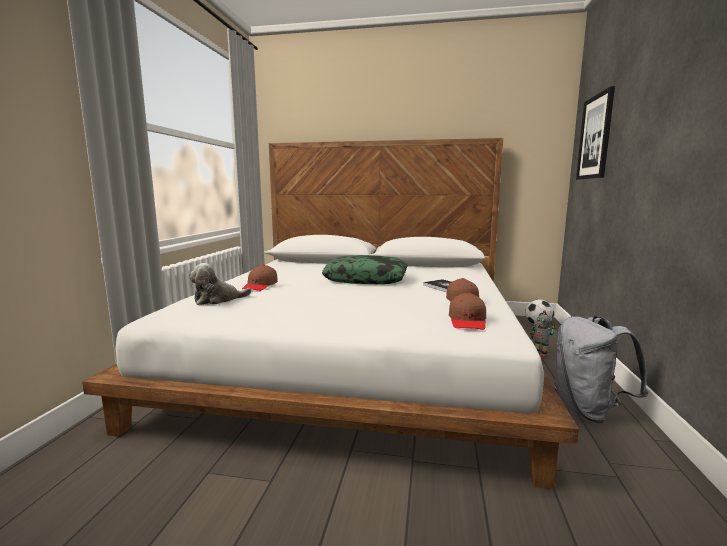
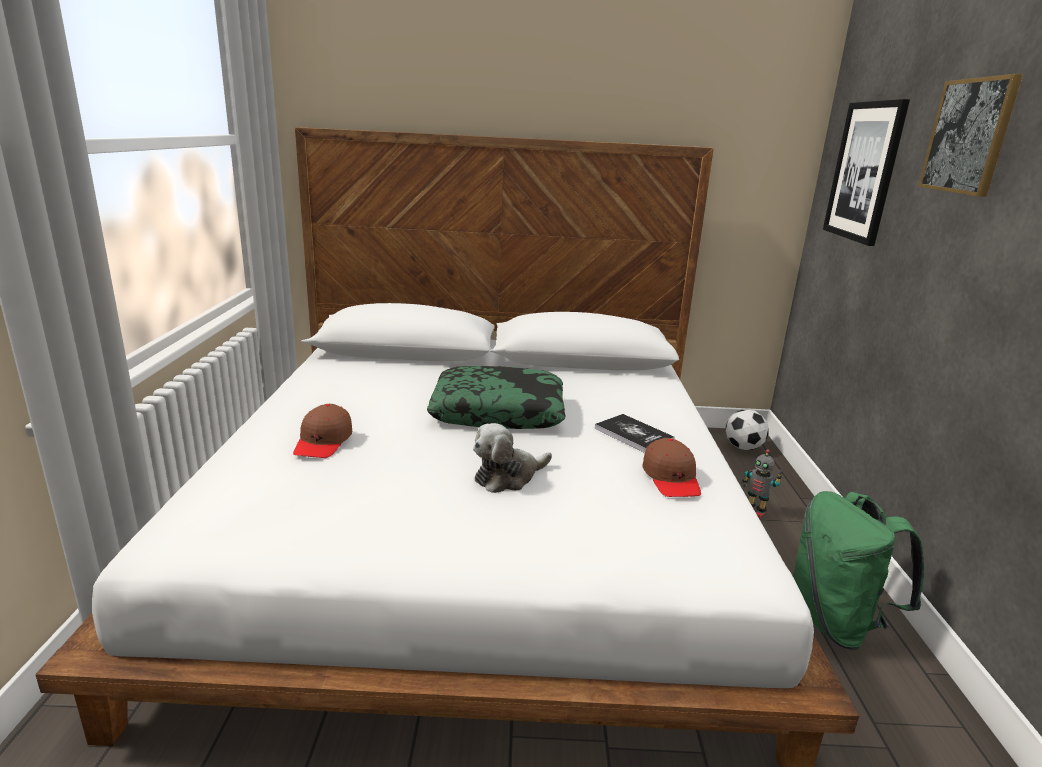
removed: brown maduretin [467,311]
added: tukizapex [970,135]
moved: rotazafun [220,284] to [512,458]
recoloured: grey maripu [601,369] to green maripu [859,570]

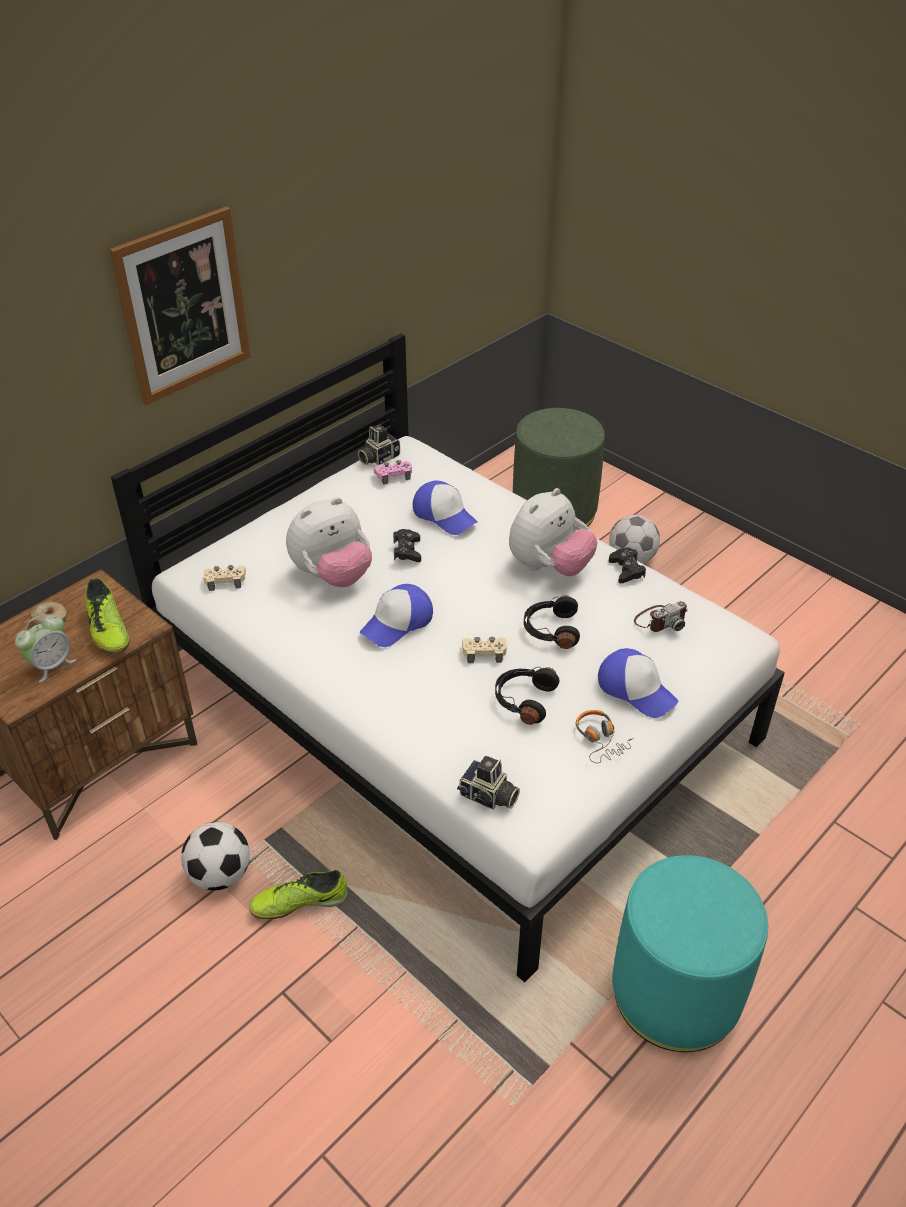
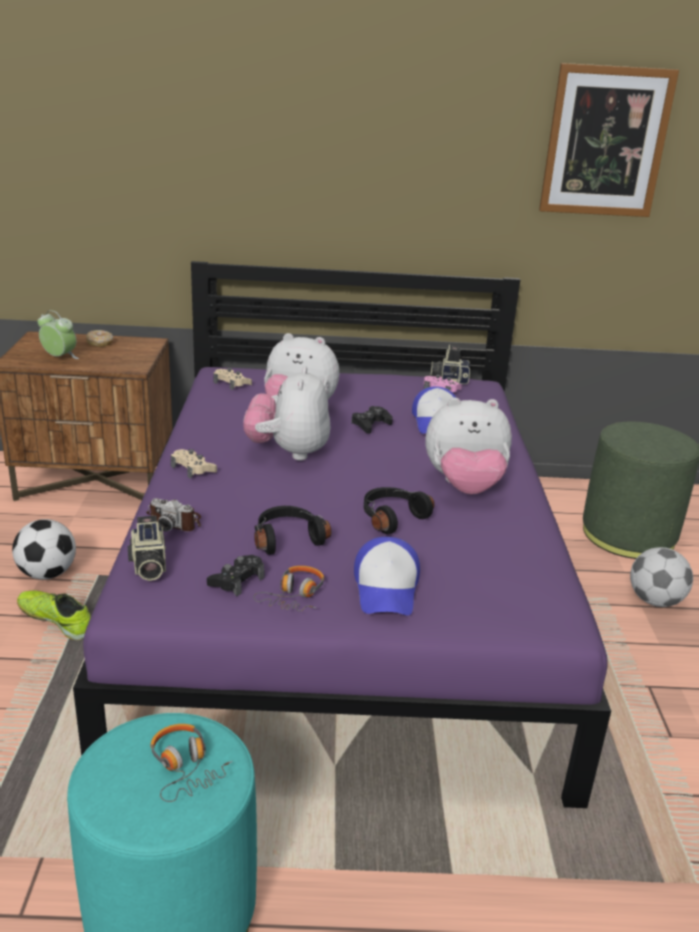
removed: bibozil [107,616]
added: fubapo [191,763]
moved: tukizapex [180,305] to [609,140]; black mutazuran [627,565] to [236,576]; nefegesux [660,616] to [173,514]; beige mutazuran [484,650] to [194,464]
replaced: maduretin [396,615] to rotazafun [286,413]
recoloured: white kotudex [448,657] to purple kotudex [342,534]
turned: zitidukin [45,649] = [58,334] 150 degrees counterclockwise

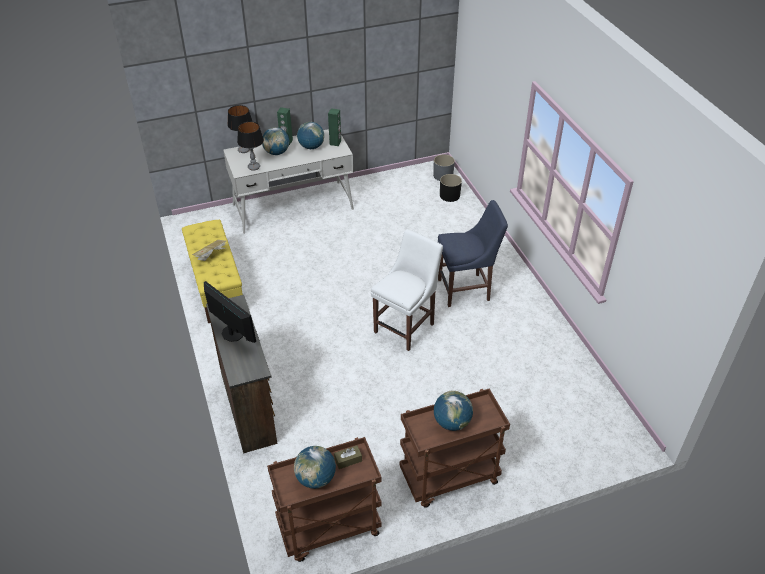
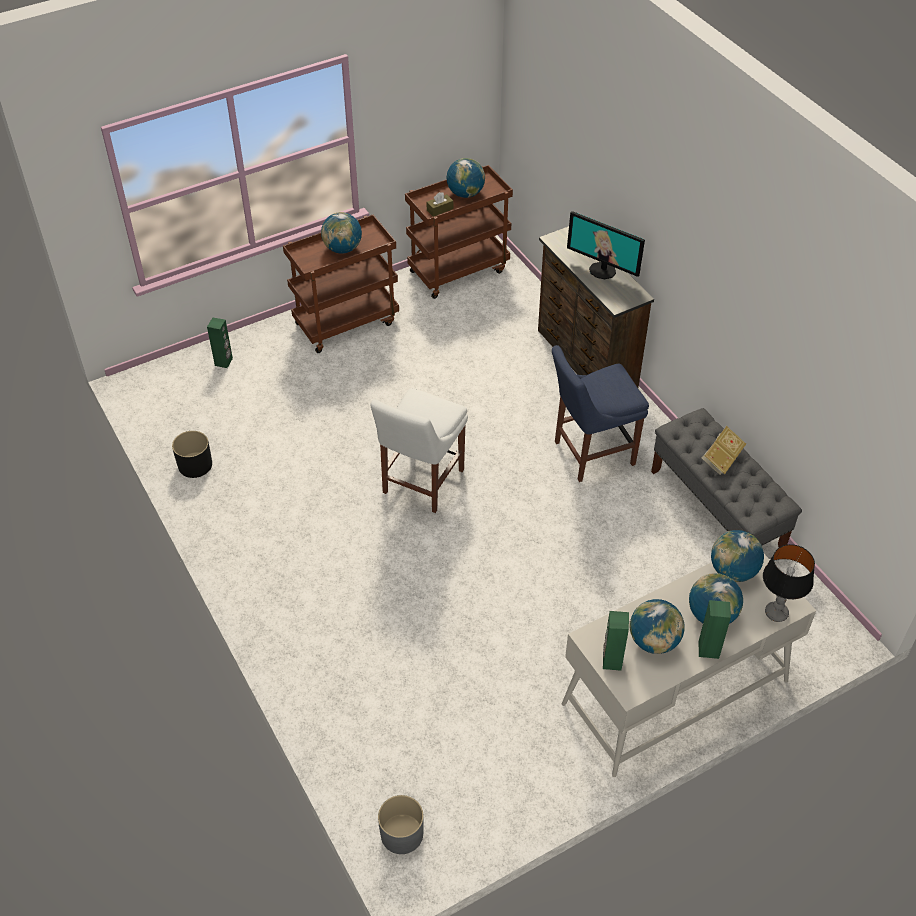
added: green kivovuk [220,343]
moved: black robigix [451,188] to [192,454]; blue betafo [473,253] to [600,413]
replaced: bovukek [250,146] to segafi [737,556]
recoloured: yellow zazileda [212,271] to grey zazileda [726,477]

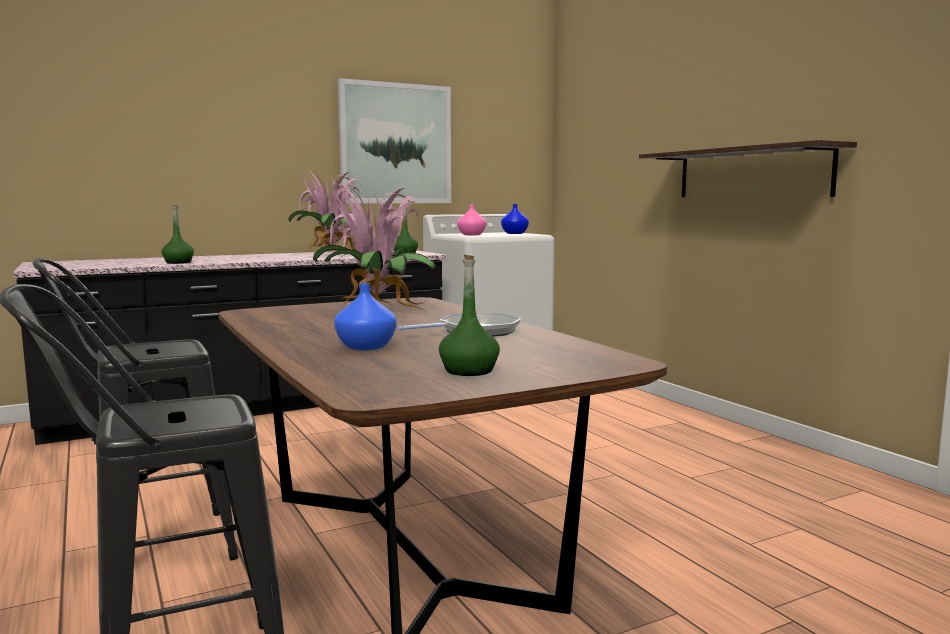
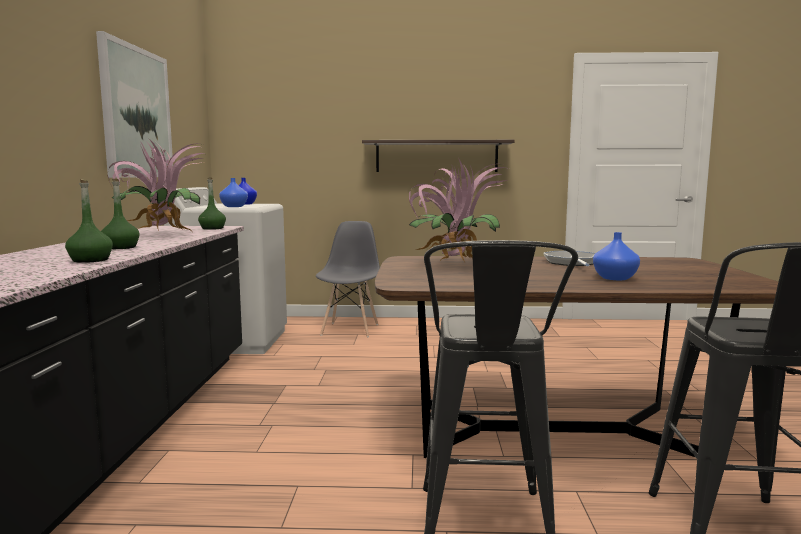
added: grey betafo [348,279]
moved: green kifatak [469,315] to [120,214]
recoloured: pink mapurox [471,219] to blue mapurox [233,192]

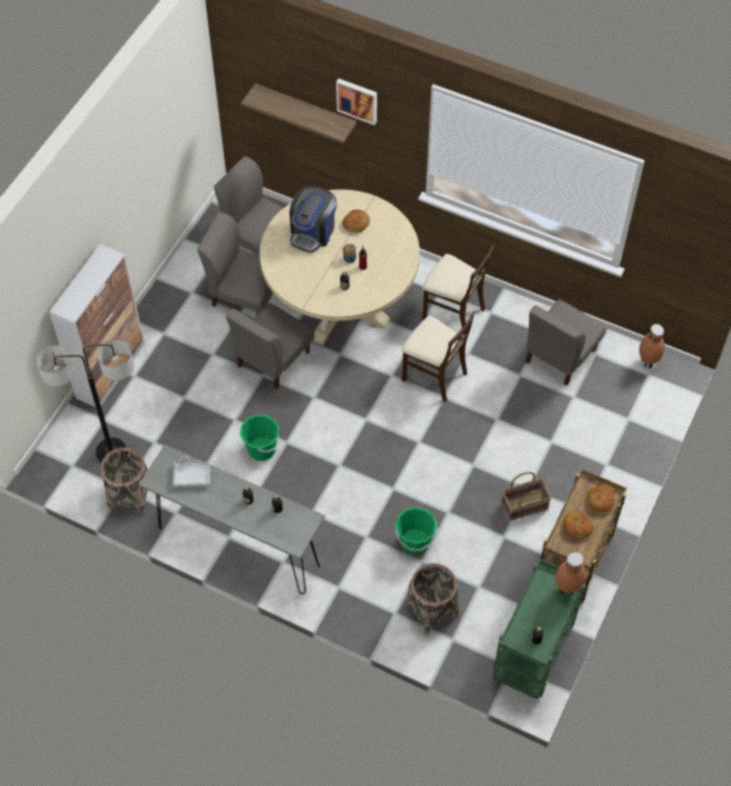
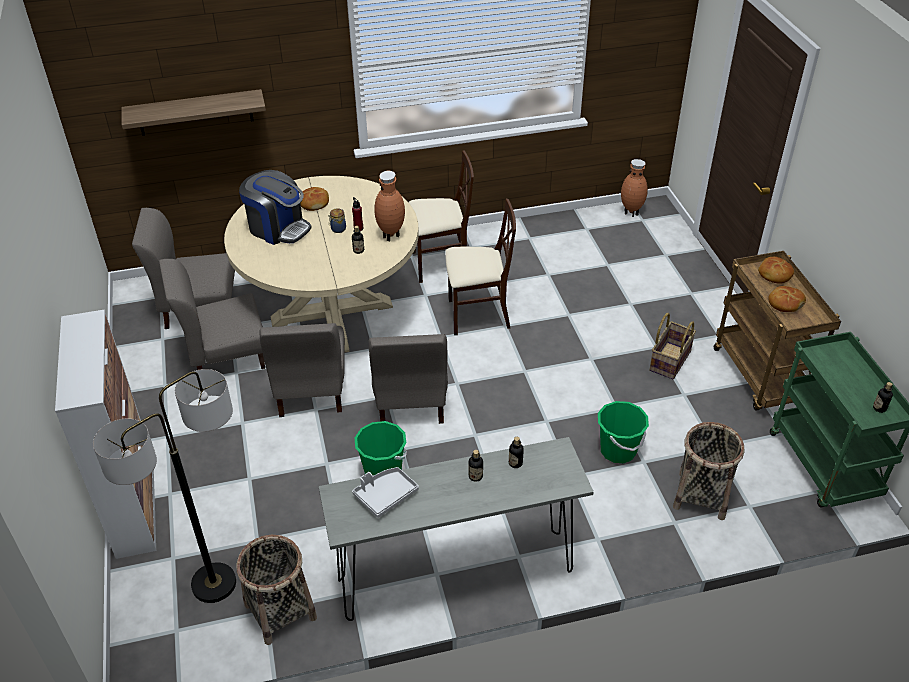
removed: tukizapex [356,101]
moved: grey betafo [565,342] to [408,379]; brown mapurox [571,573] to [389,206]
turned: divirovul [313,219] = [275,207] 45 degrees counterclockwise

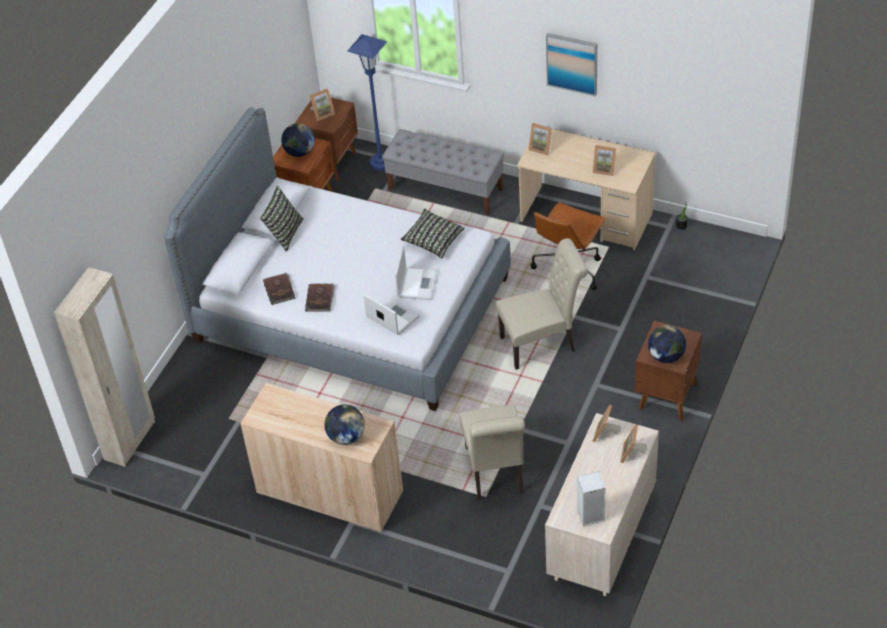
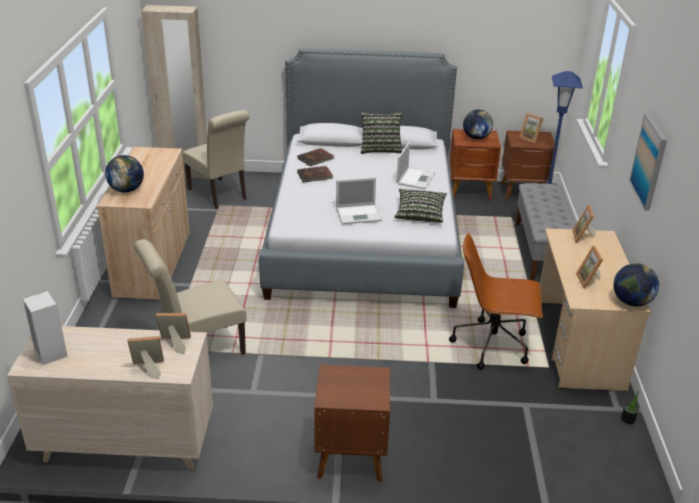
moved: beige betafo [542,304] to [216,159]; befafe [391,314] to [415,165]; segafi [667,344] to [636,284]

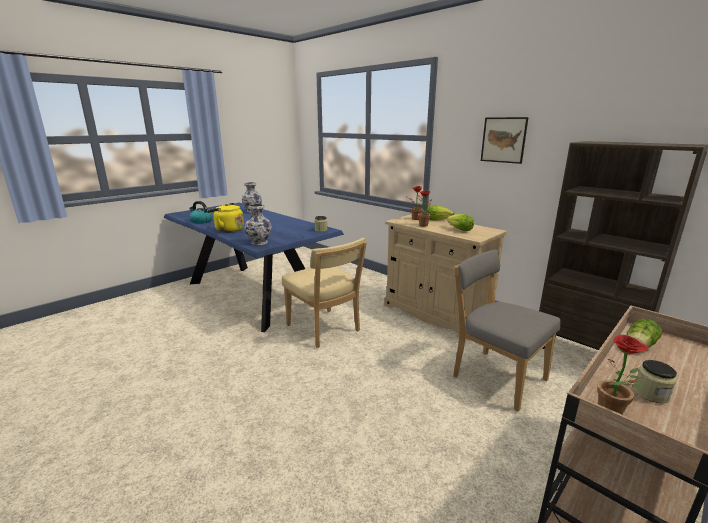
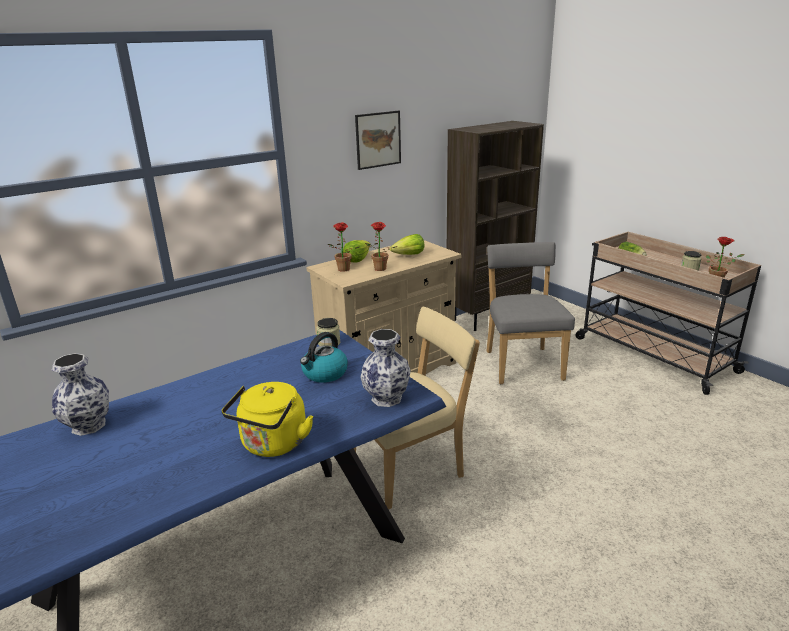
moved: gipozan [201,212] to [324,357]
turned: grey betafo [507,330] = [531,313] 120 degrees clockwise

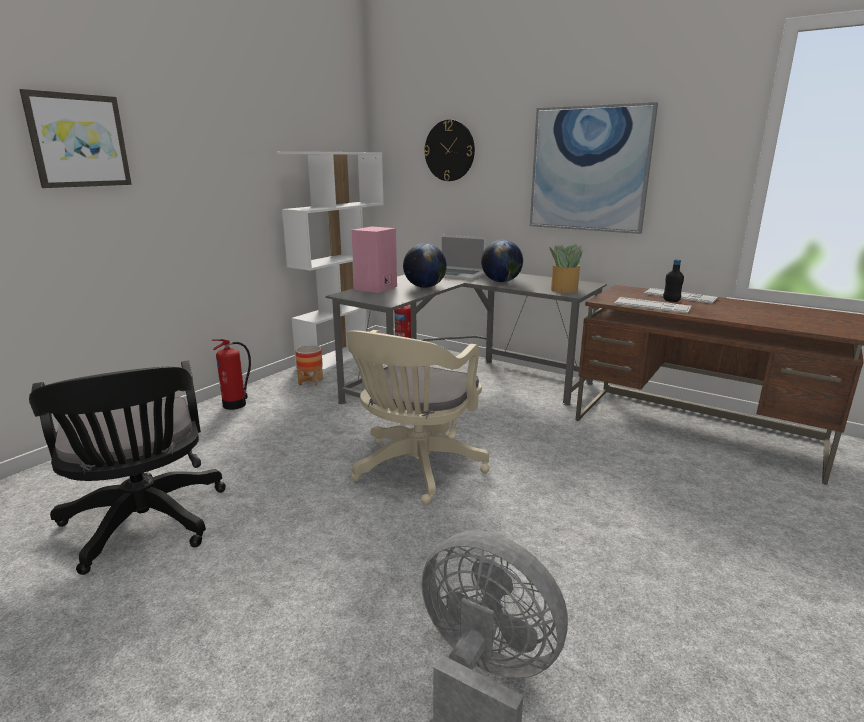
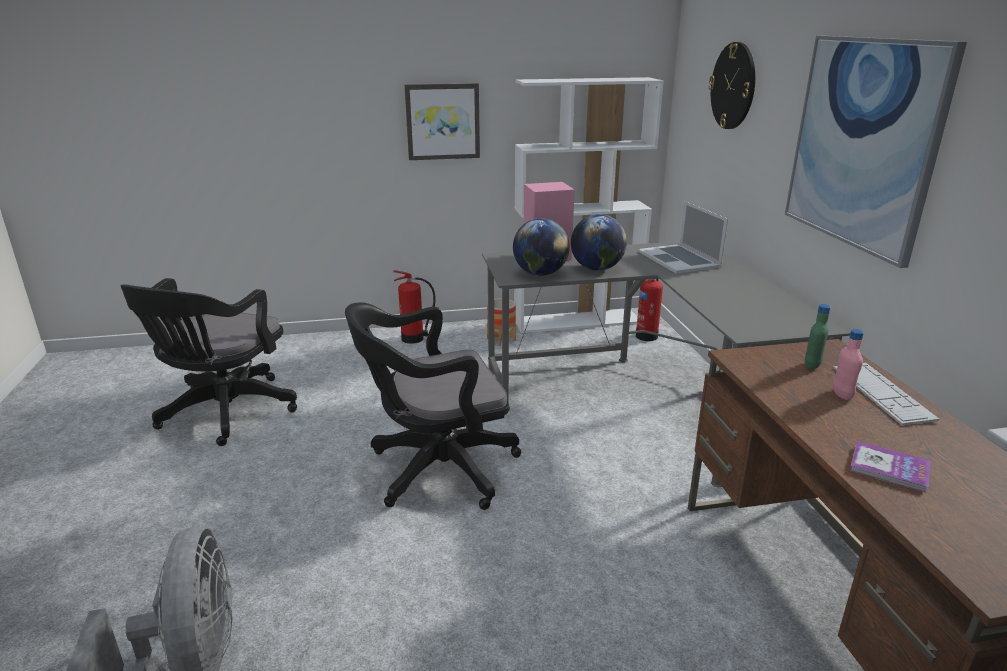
removed: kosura [566,268]; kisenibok [653,305]
added: green kifatak [818,337]; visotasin [890,467]
moved: tukizapex [75,138] to [442,121]; segafi [502,261] to [541,247]
recoloured: black kifatak [673,280] to pink kifatak [848,364]; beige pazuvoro [417,417] to black pazuvoro [433,406]

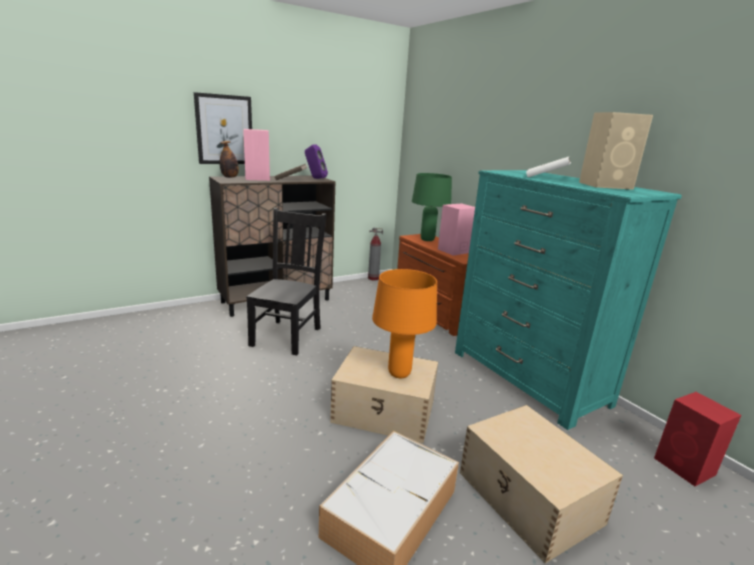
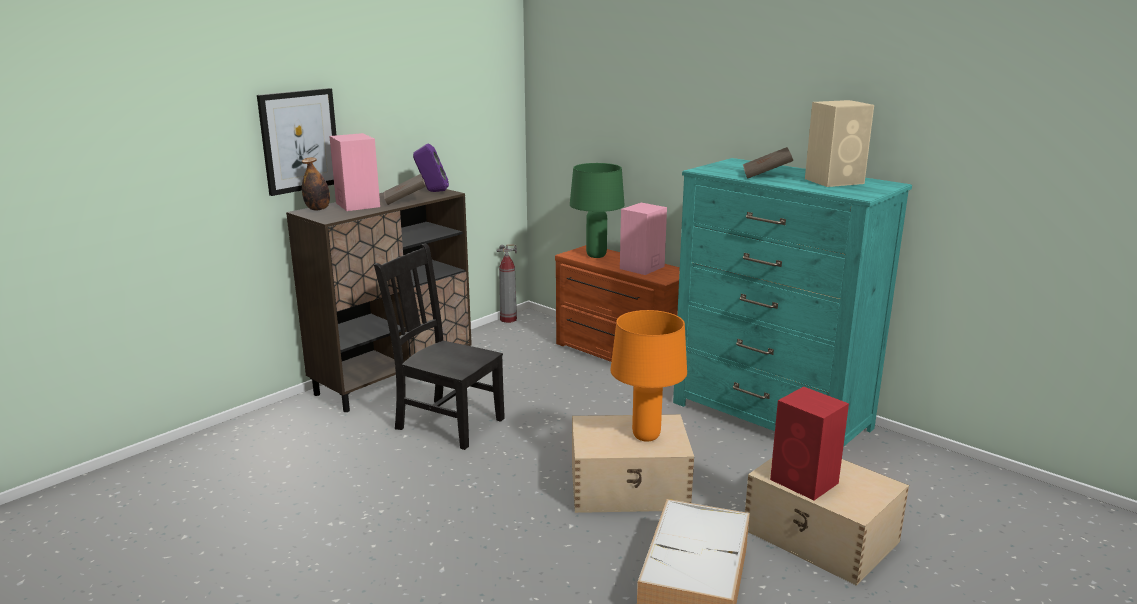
moved: red kivovuk [697,439] to [809,443]
recoloured: white visotasin [548,166] to brown visotasin [768,163]
turned: black betafo [286,281] = [439,347] 60 degrees counterclockwise

